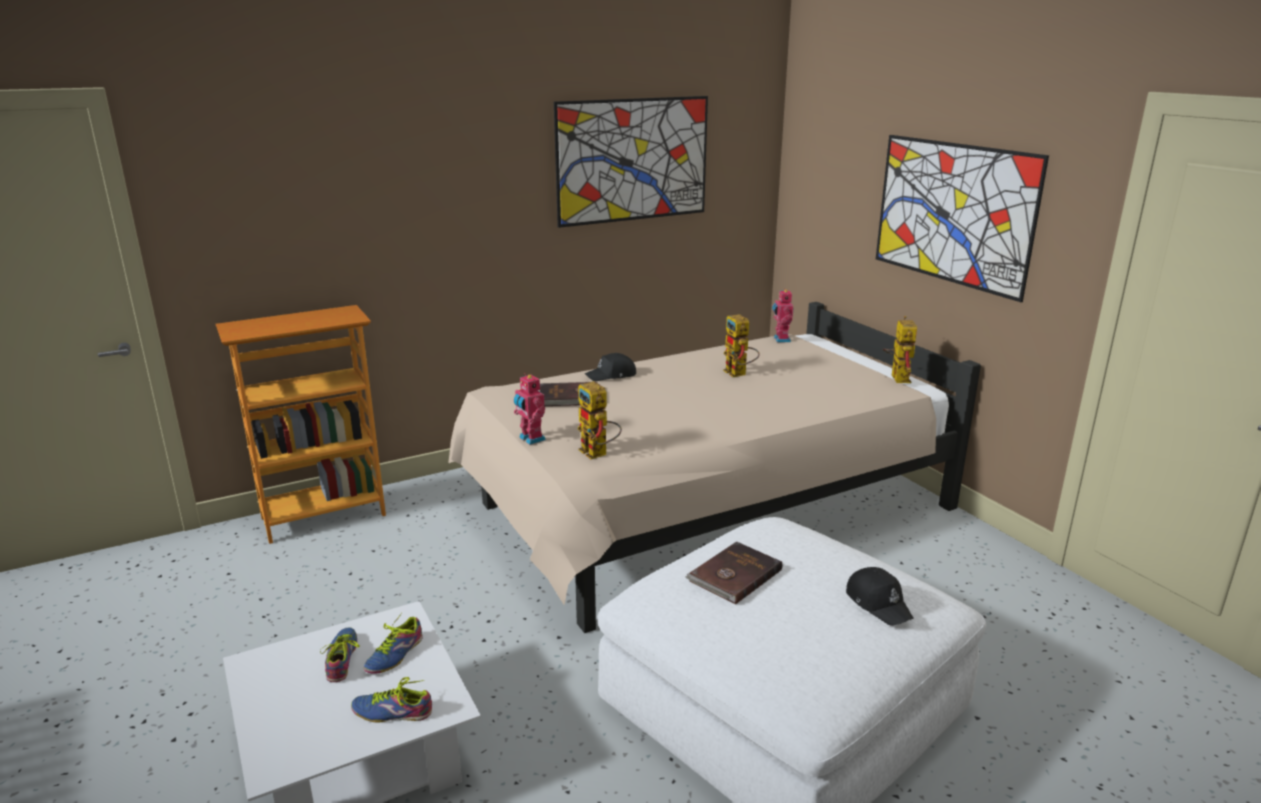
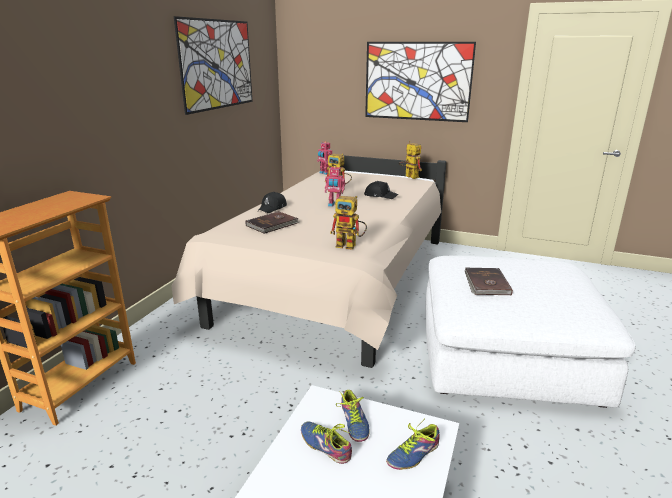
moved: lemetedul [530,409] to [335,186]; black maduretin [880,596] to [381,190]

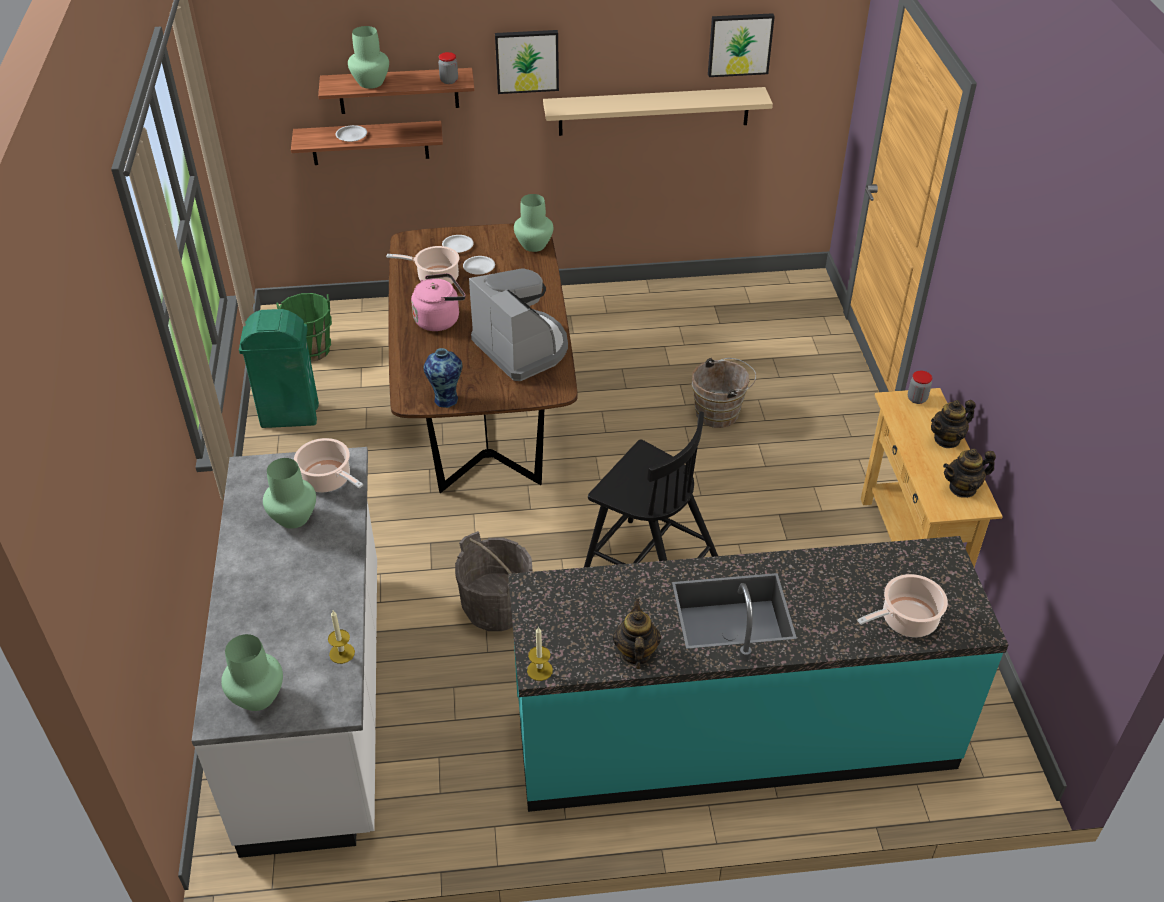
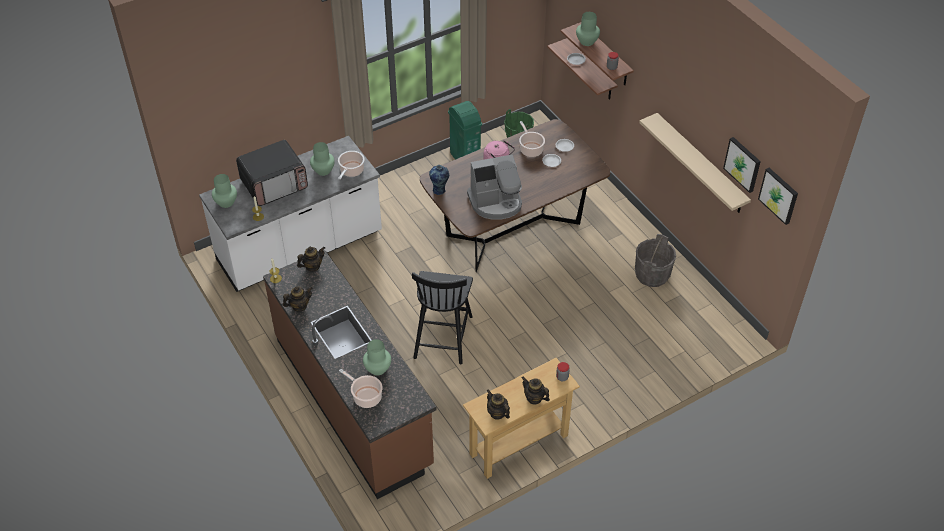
removed: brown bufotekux [724,393]
added: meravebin [272,173]; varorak [311,259]
moved: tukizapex [527,62] to [778,196]; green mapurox [533,223] to [377,357]; grey bufotekux [494,581] to [655,260]
recoloured: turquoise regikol [758,674] to brown regikol [350,374]
turned: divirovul [518,325] = [494,187] 45 degrees clockwise

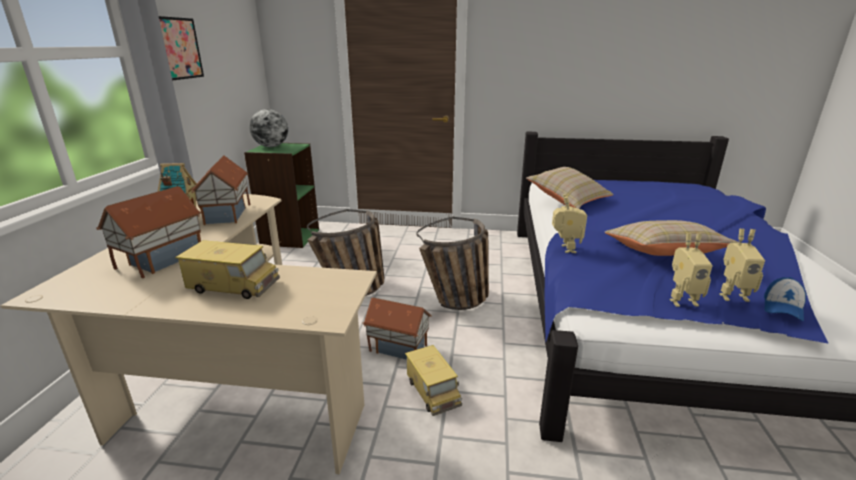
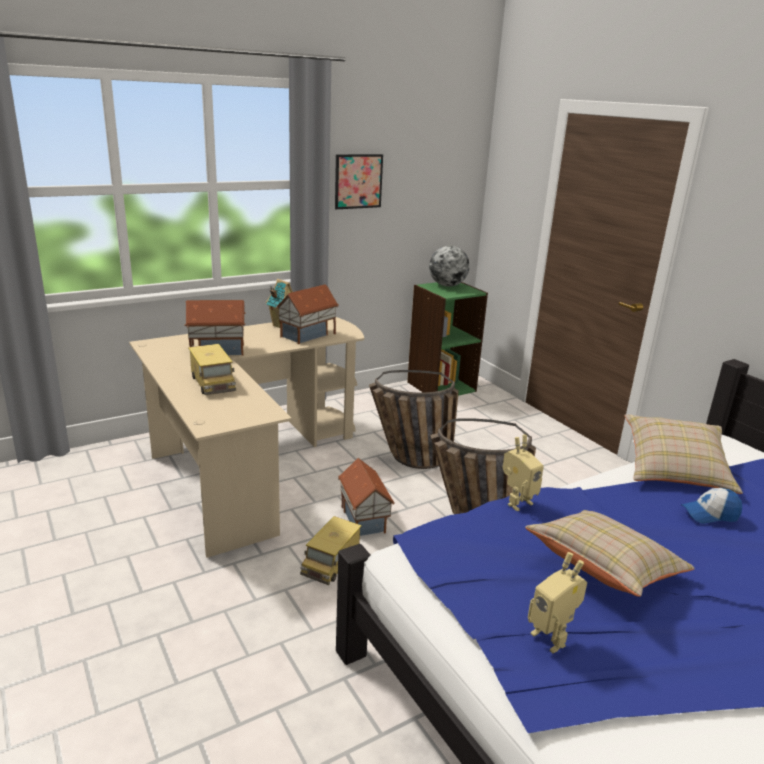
removed: lemetedul [691,270]
moved: maduretin [785,299] to [711,506]

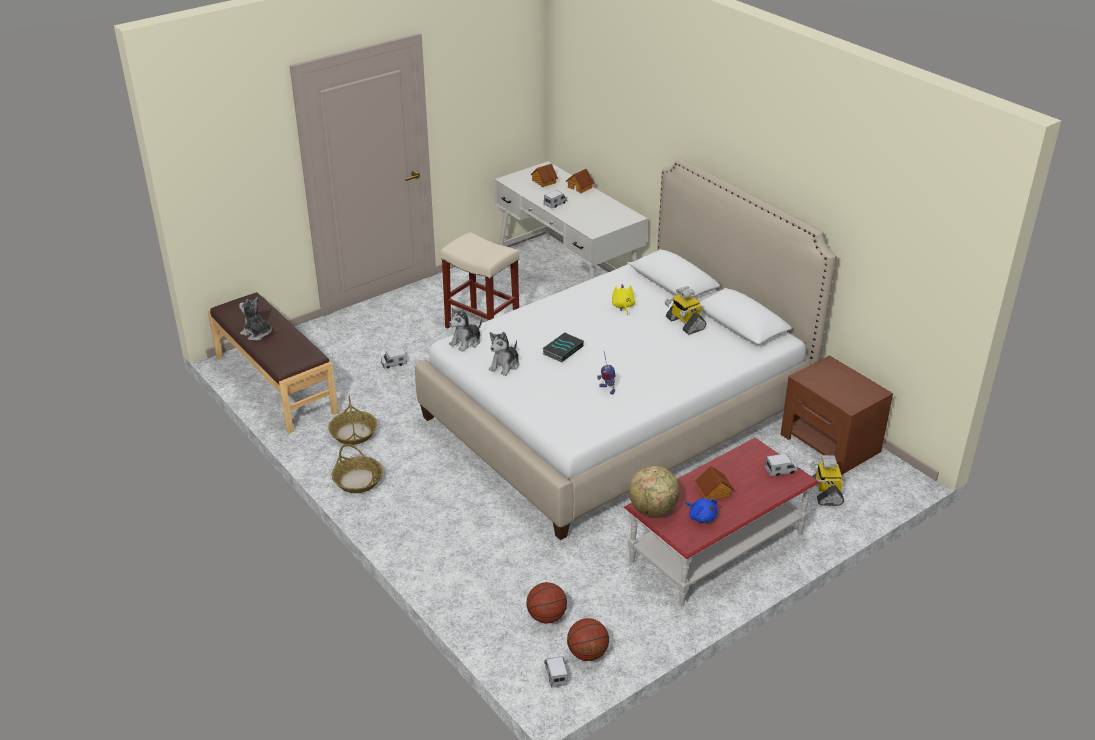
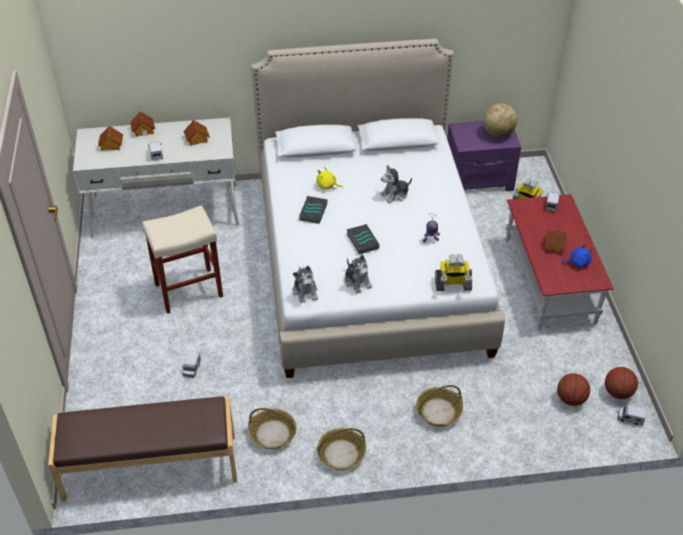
added: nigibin [196,133]; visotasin [313,210]; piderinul [439,406]
moved: lemetedul [685,310] to [453,272]; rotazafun [255,319] to [396,184]; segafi [654,491] to [500,120]
recoloured: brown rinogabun [837,415] to purple rinogabun [484,156]

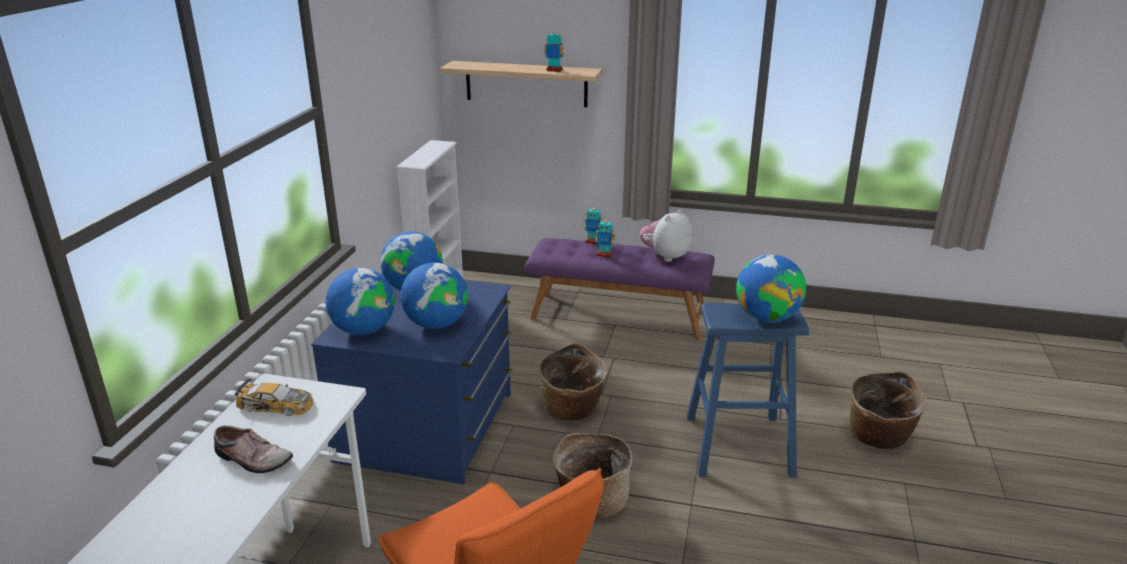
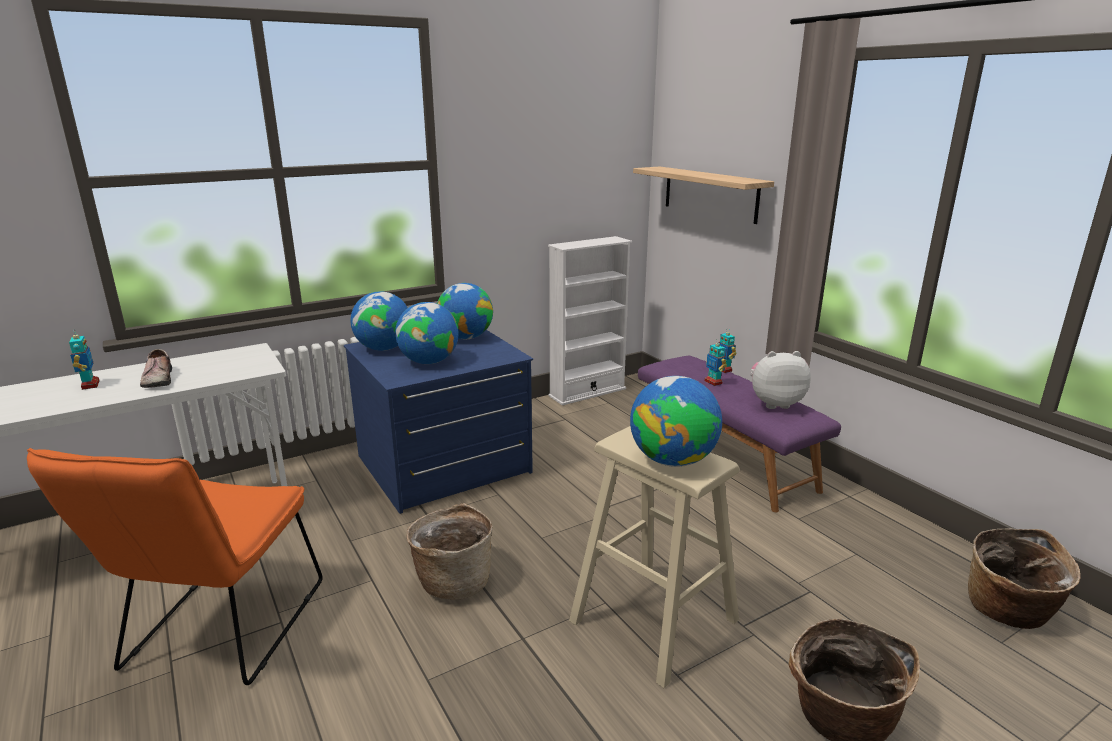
removed: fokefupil [274,397]
moved: lemetedul [554,50] to [84,359]; piderinul [573,382] to [1024,579]
recoloured: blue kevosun [747,390] to beige kevosun [654,557]

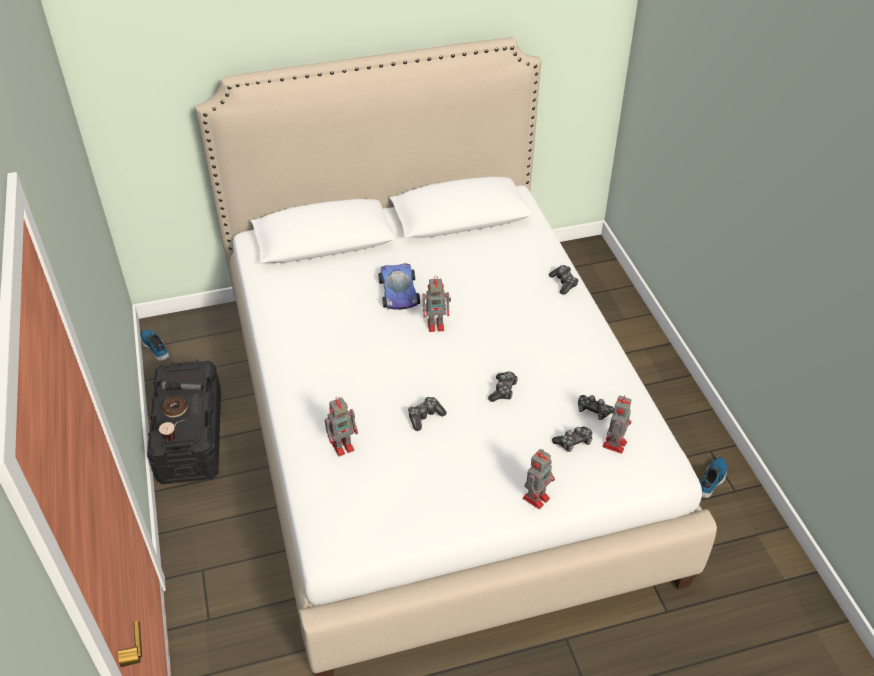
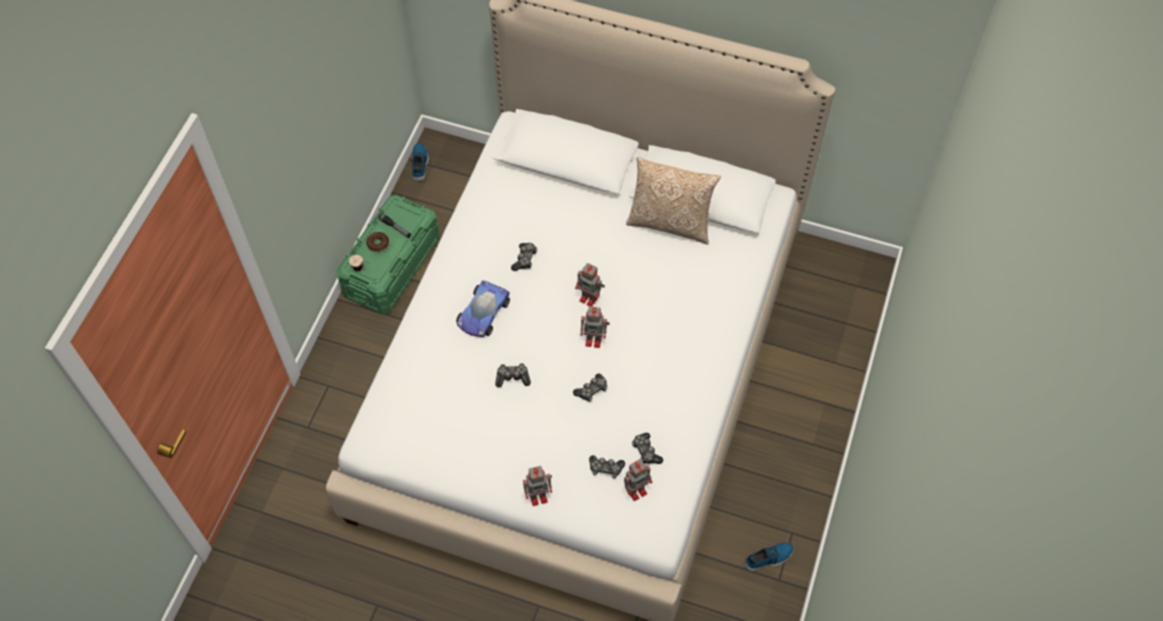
added: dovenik [673,201]
moved: fokefupil [399,286] to [483,308]; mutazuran [564,280] to [524,257]; lemetedul [341,426] to [595,327]
recoloured: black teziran [184,421] to green teziran [387,254]

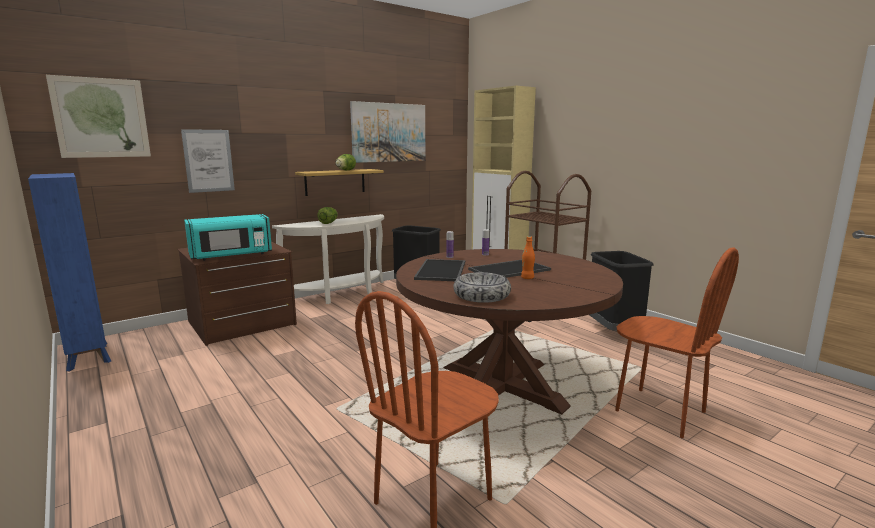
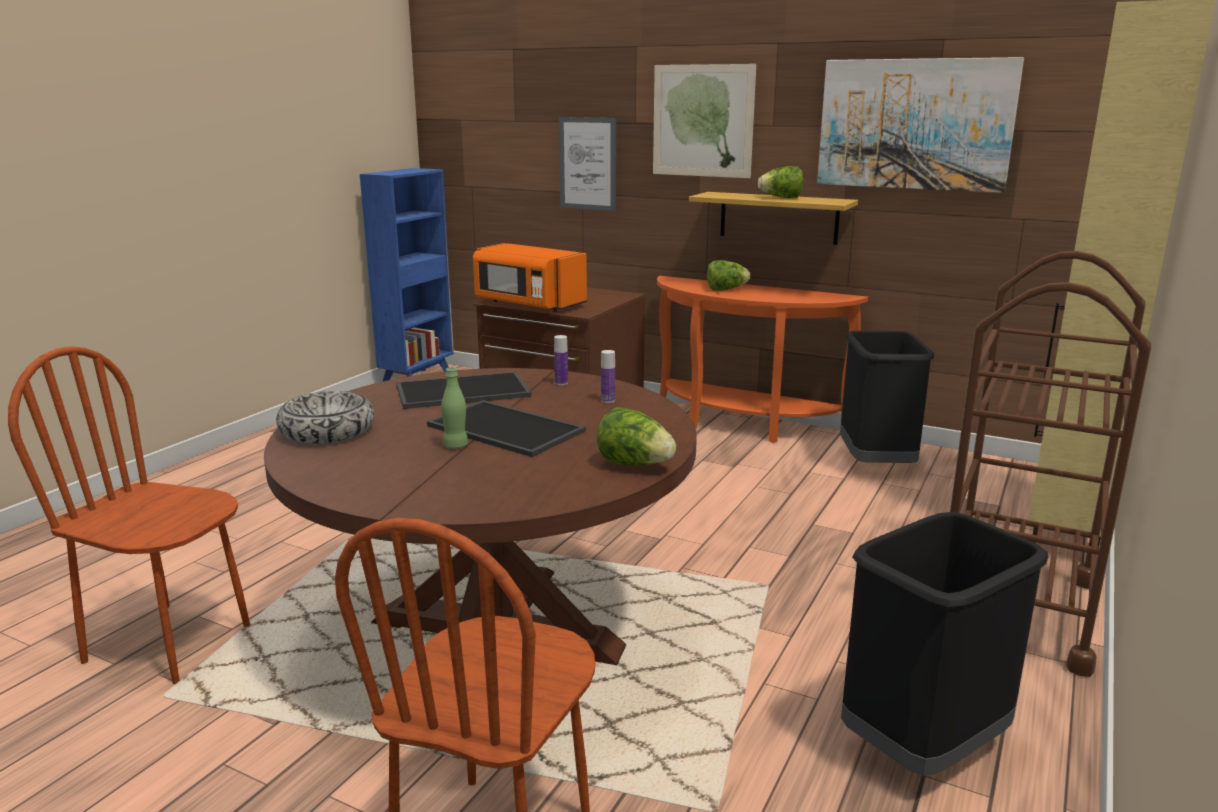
added: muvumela [636,436]
moved: tukizapex [98,116] to [704,121]
recoloured: turquoise meravebin [228,237] to orange meravebin [530,277]; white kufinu [328,259] to orange kufinu [762,359]; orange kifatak [528,257] to green kifatak [454,408]

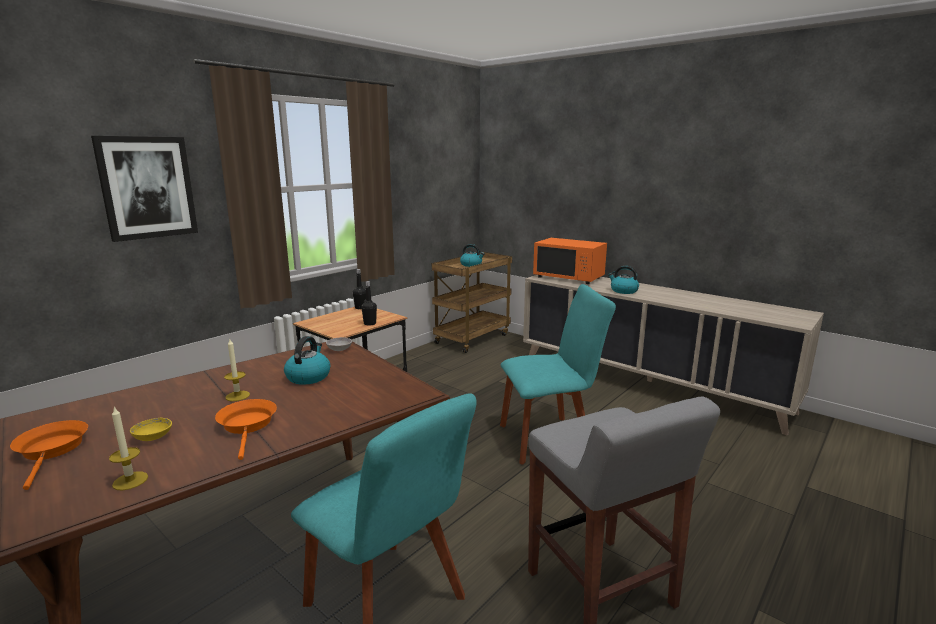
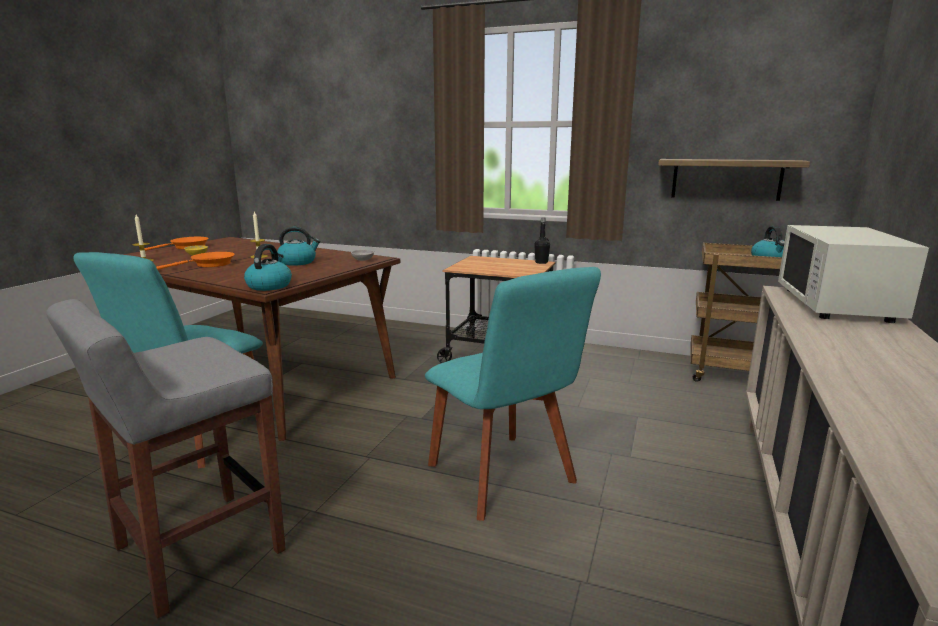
removed: tukizapex [144,189]; black kifatak [369,303]
added: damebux [734,180]
moved: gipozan [623,280] to [268,267]
recoloured: orange meravebin [570,261] to white meravebin [853,274]

